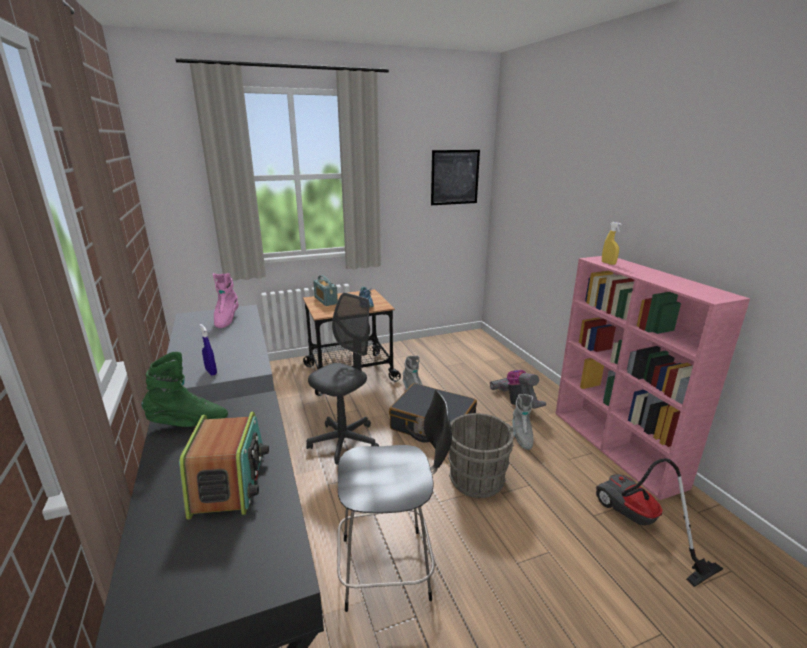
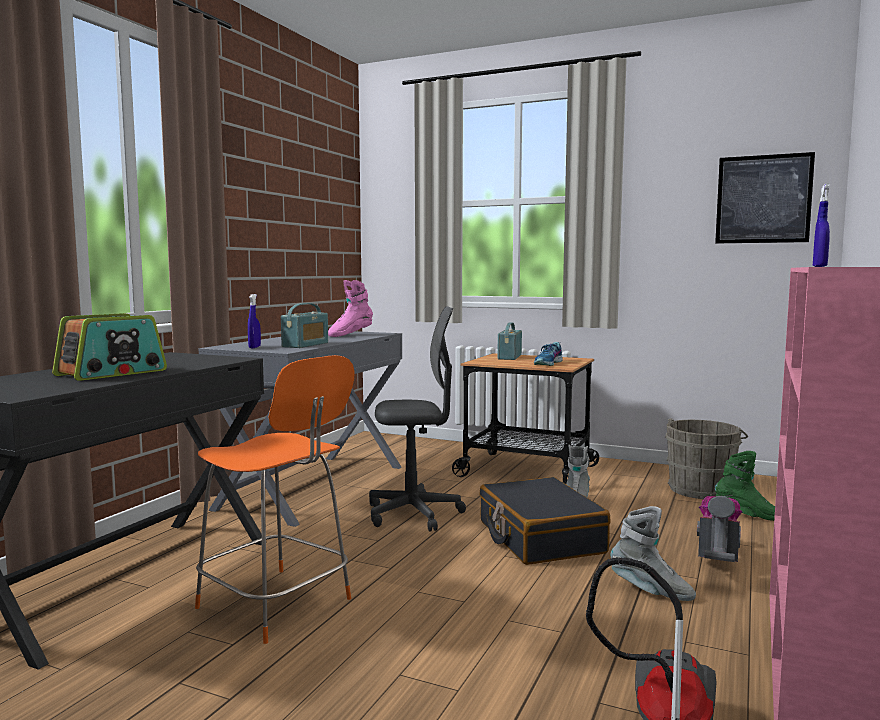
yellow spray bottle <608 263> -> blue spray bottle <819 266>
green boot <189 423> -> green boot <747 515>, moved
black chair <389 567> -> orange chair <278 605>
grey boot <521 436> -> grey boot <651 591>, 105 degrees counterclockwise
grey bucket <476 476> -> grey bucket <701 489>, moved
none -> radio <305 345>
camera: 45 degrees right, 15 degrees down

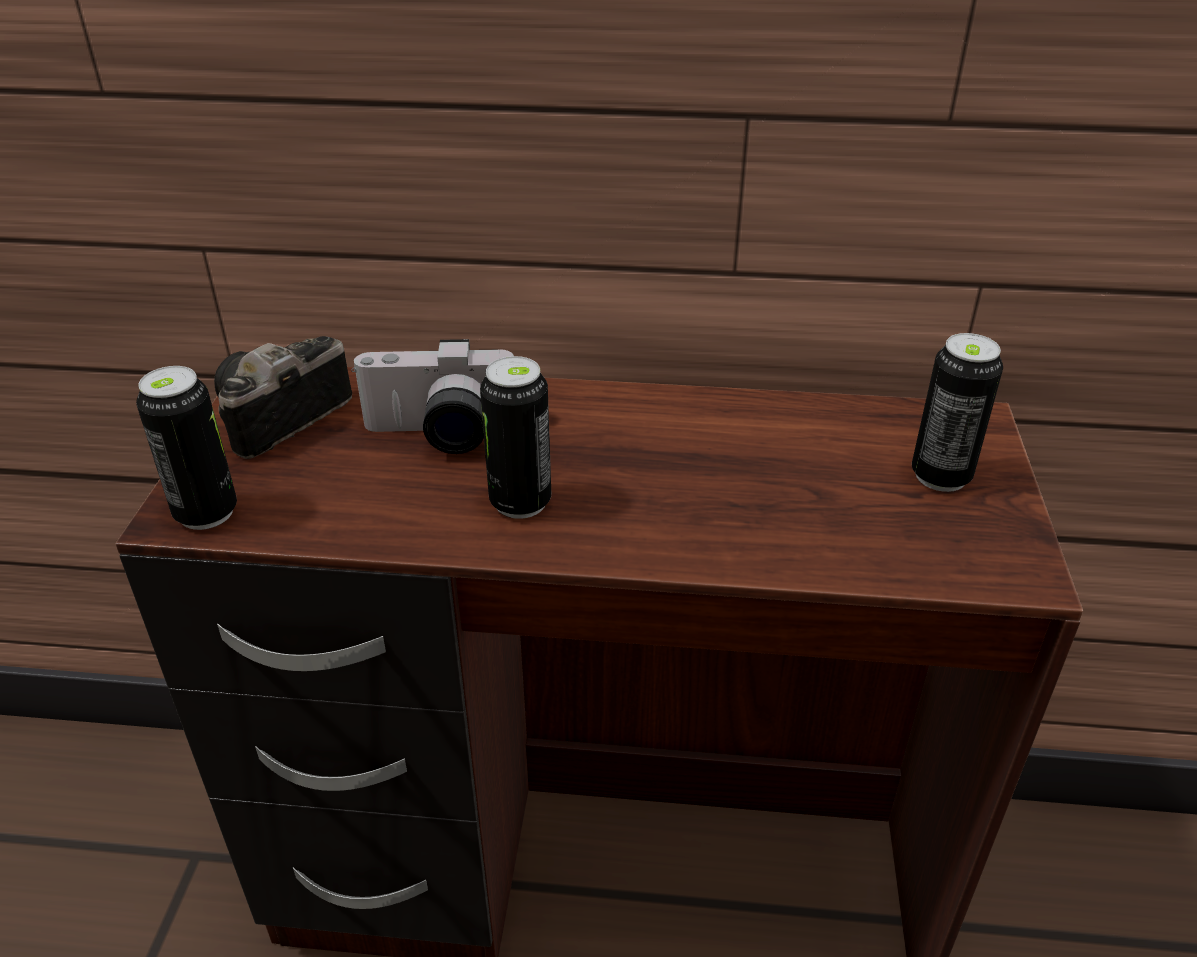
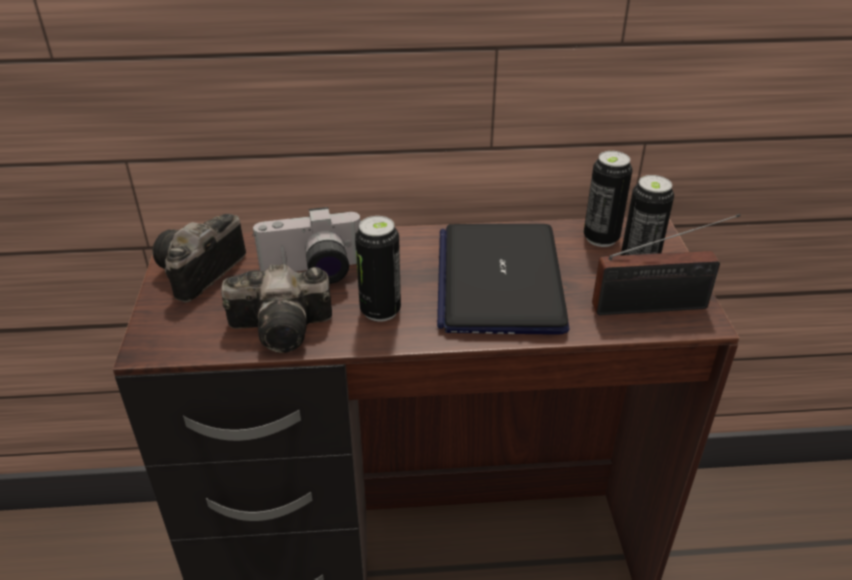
can <206 513> -> can <601 238>, moved
none -> radio <656 306>
none -> laptop <499 279>
none -> photo camera <286 328>
camera: 10 degrees left, 0 degrees up

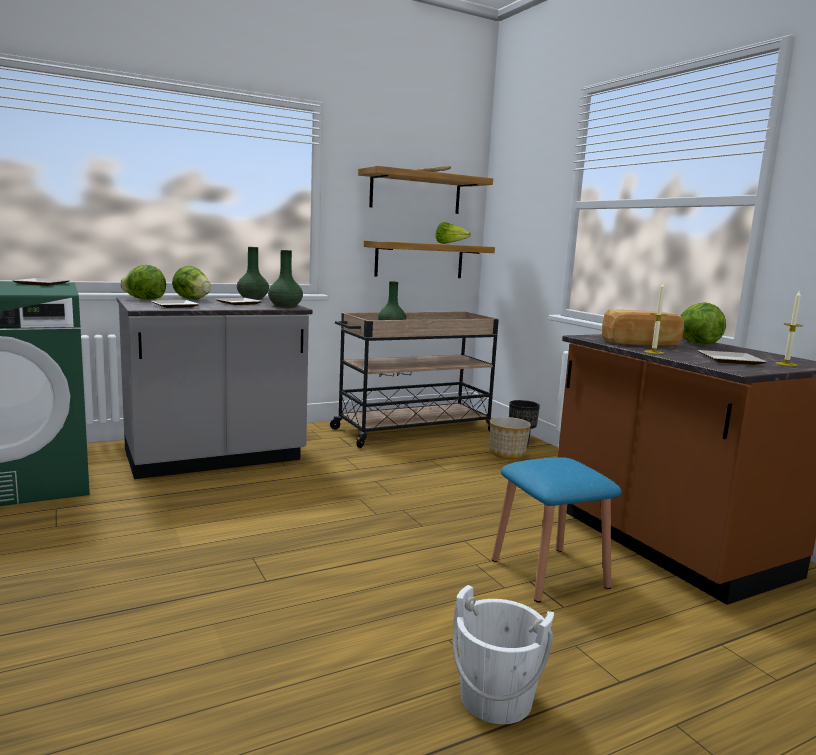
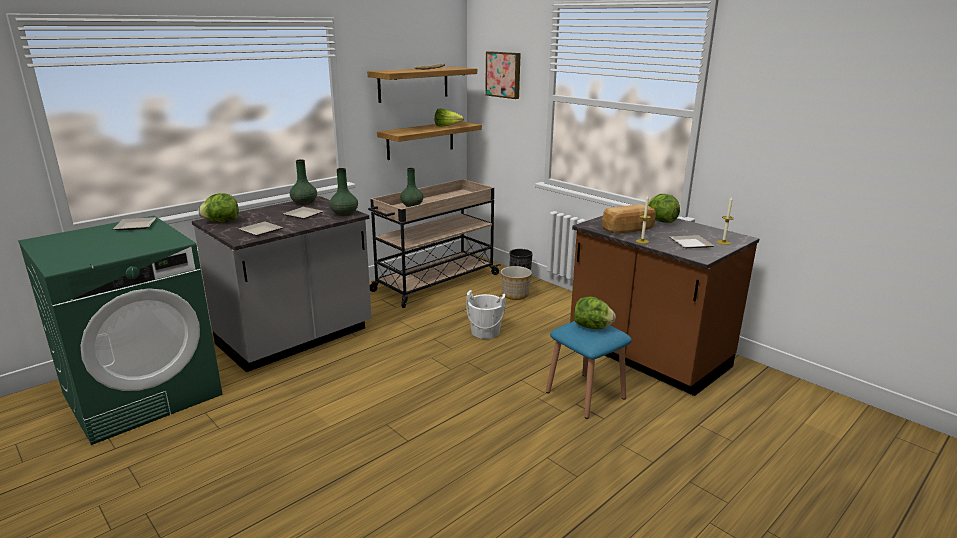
lettuce <192 299> -> lettuce <592 327>, moved
white bucket <496 699> -> white bucket <485 332>, moved
none -> picture <504 74>
camera: 15 degrees left, 10 degrees up

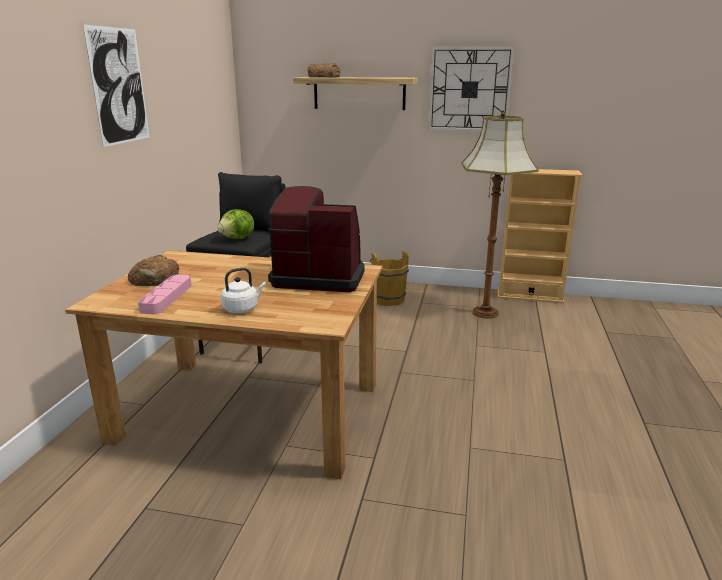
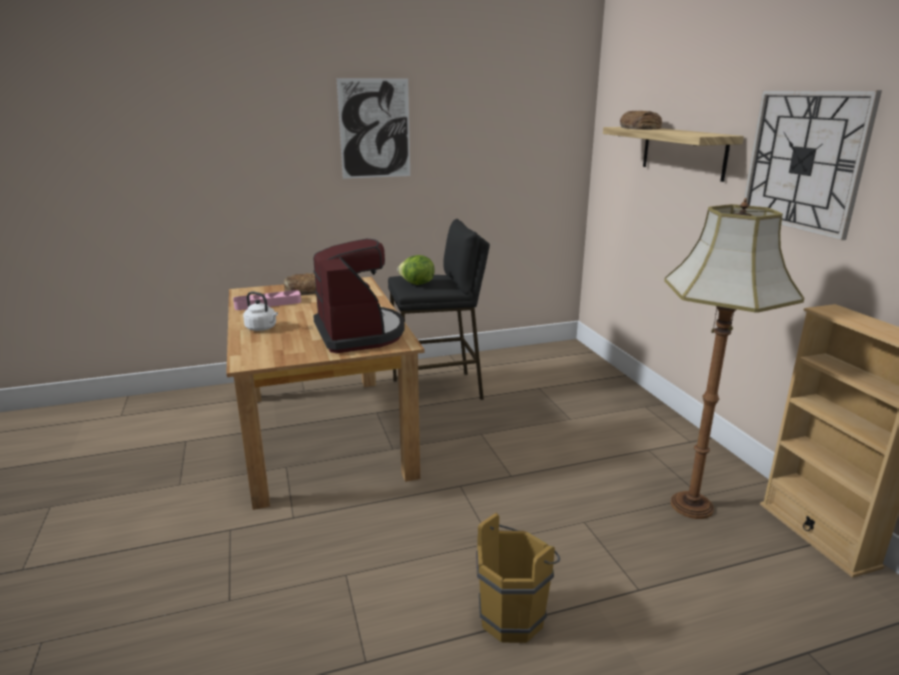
brown bucket <388 299> -> brown bucket <515 615>, moved
camera: 60 degrees right, 0 degrees up

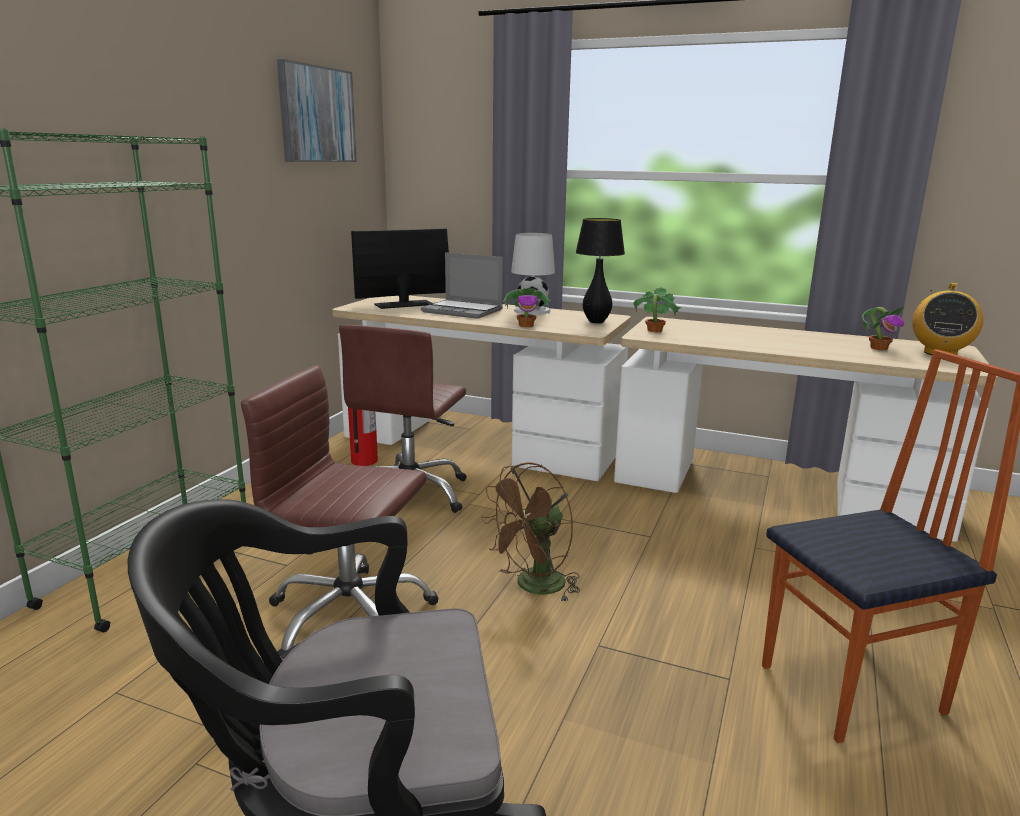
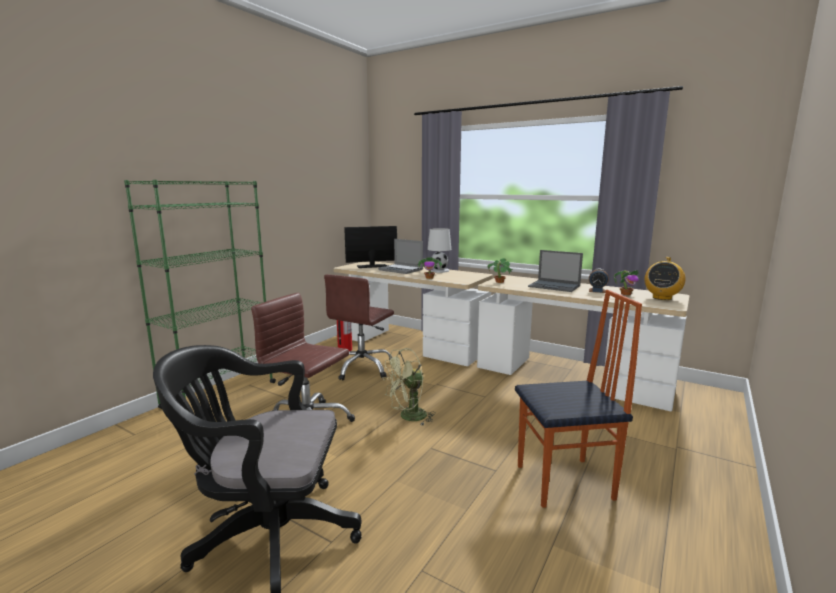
picture <316 114> -> none
black table lamp <596 322> -> none
brown fan <533 587> -> green fan <408 417>
none -> laptop <554 286>
none -> alarm clock <597 291>
camera: 10 degrees right, 5 degrees down

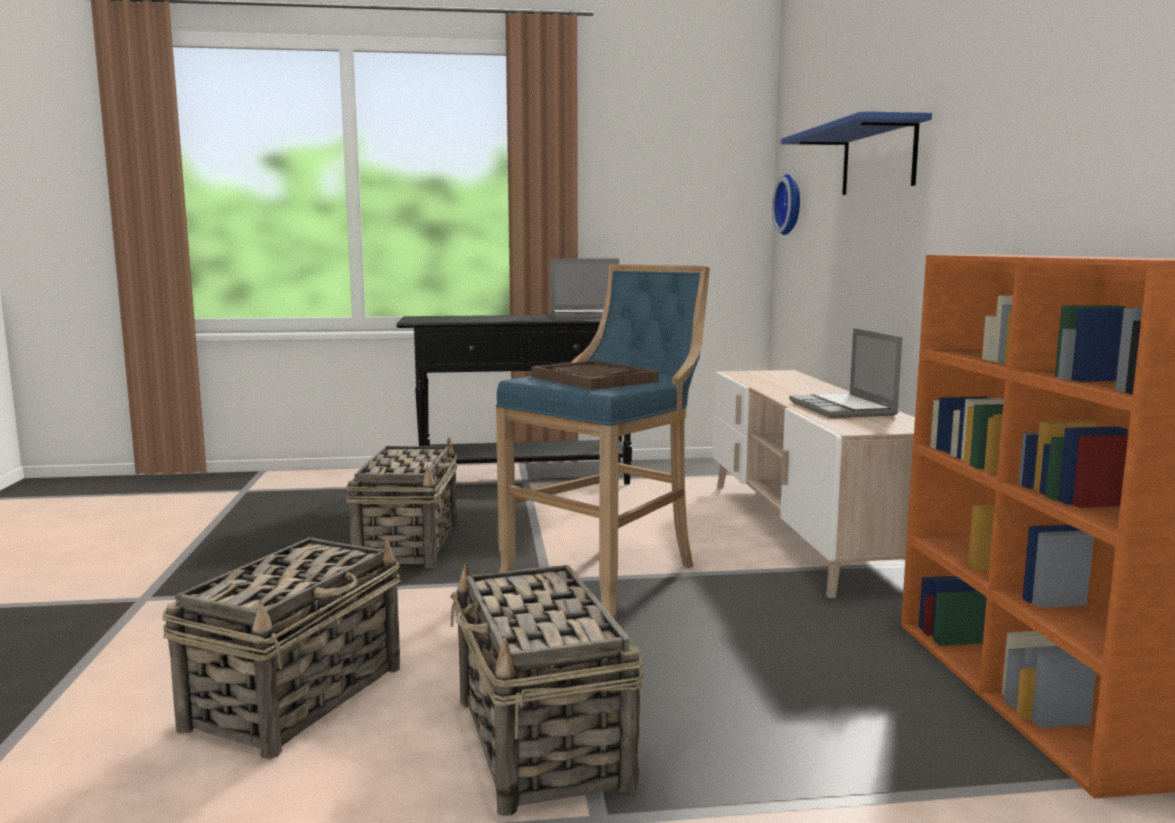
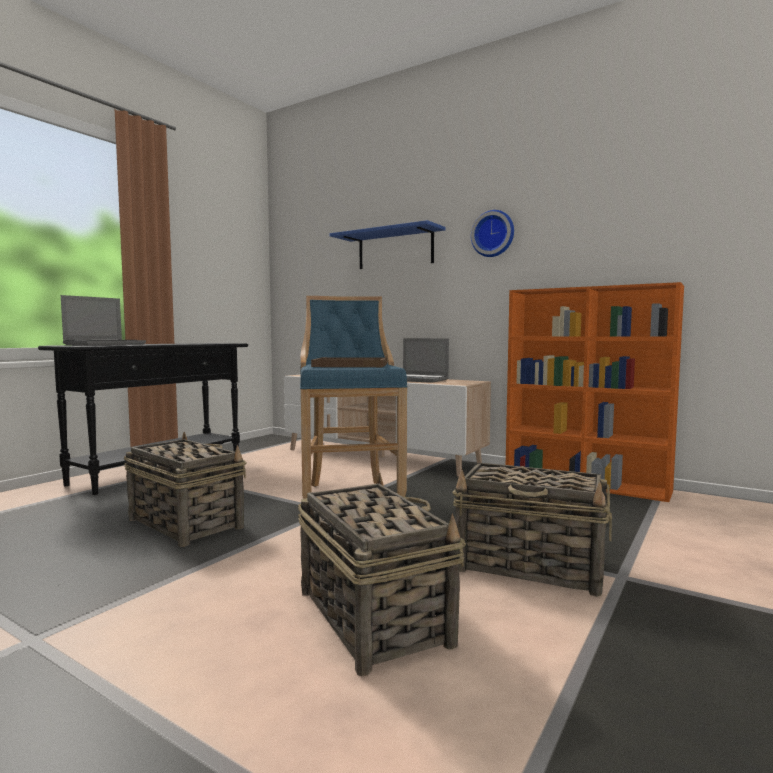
wall clock <791 204> -> wall clock <493 234>, moved
laptop <588 316> -> laptop <105 344>, moved
camera: 50 degrees left, 5 degrees down

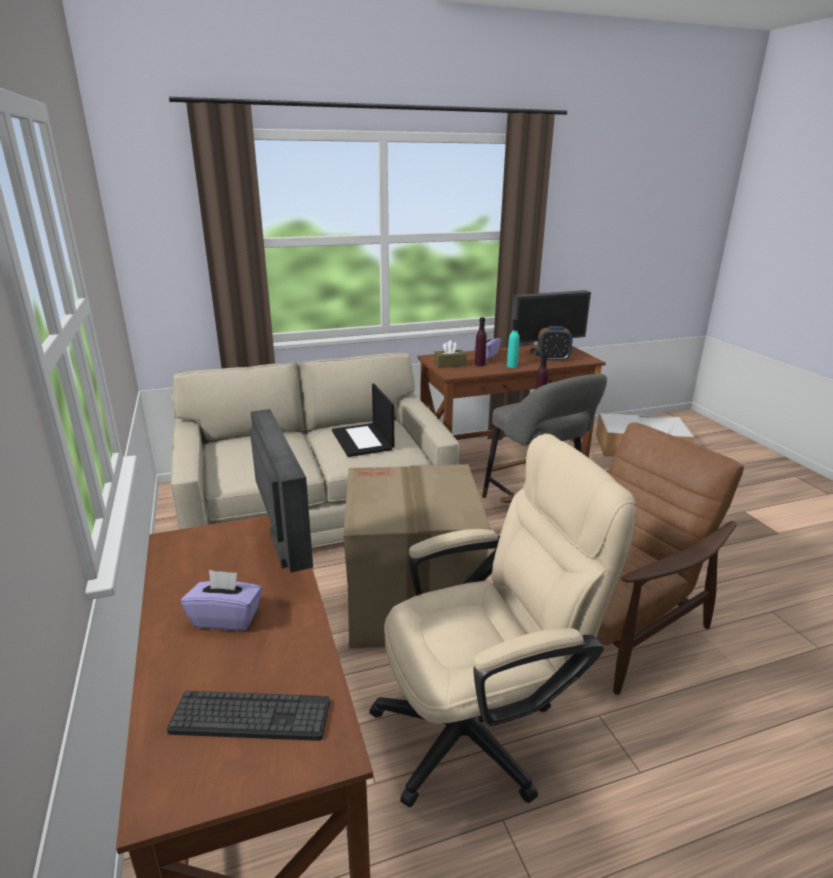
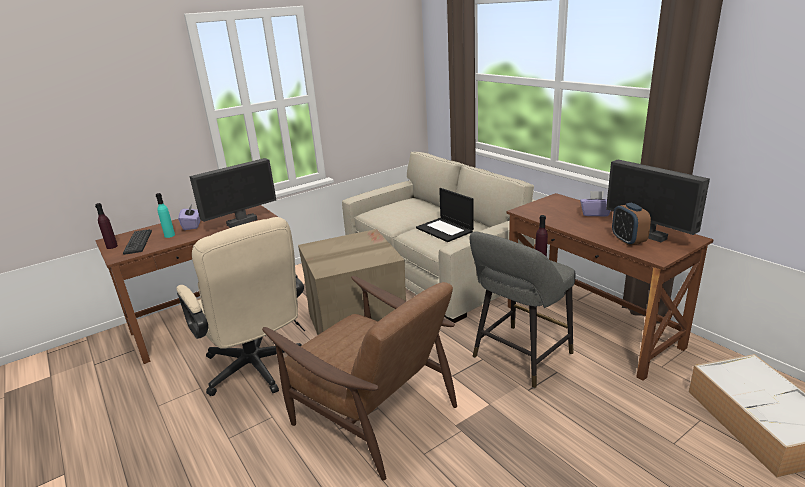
purple bottle <479 364> -> purple bottle <112 246>, moved
turquoise bottle <512 366> -> turquoise bottle <169 235>, moved
brown tissue box <450 364> -> none
laptop <363 440> -> laptop <445 230>, 90 degrees counterclockwise
camera: 75 degrees right, 0 degrees up

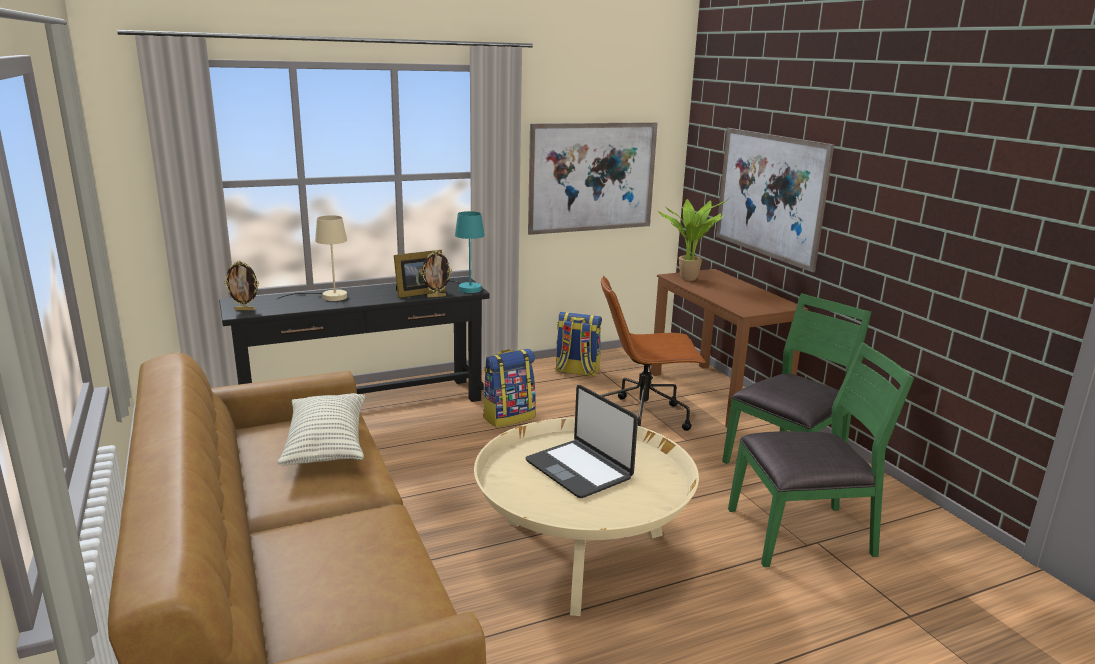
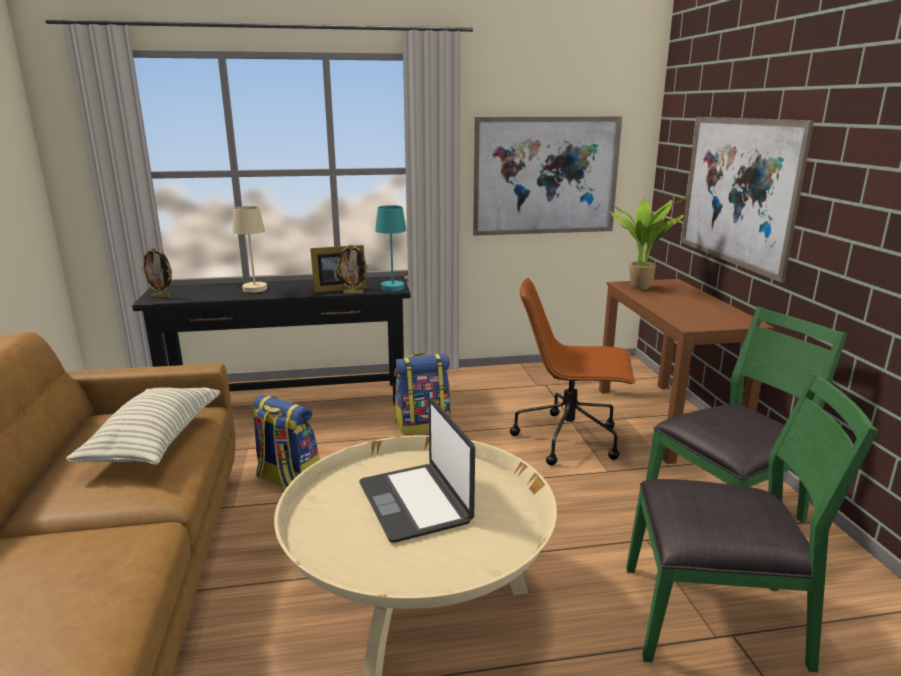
backpack <576 371> -> backpack <287 480>, moved
camera: 15 degrees right, 0 degrees up

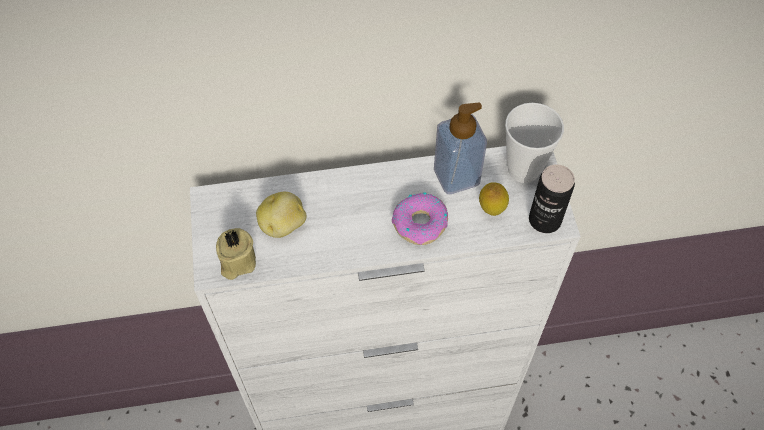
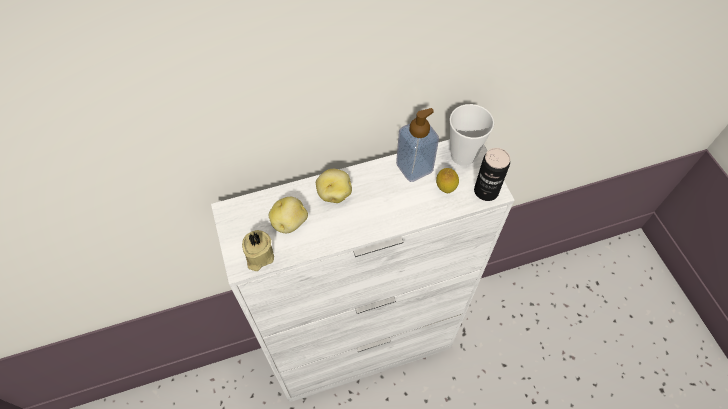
donut <420 223> -> none
none -> potato <334 193>
camera: 10 degrees left, 0 degrees up

